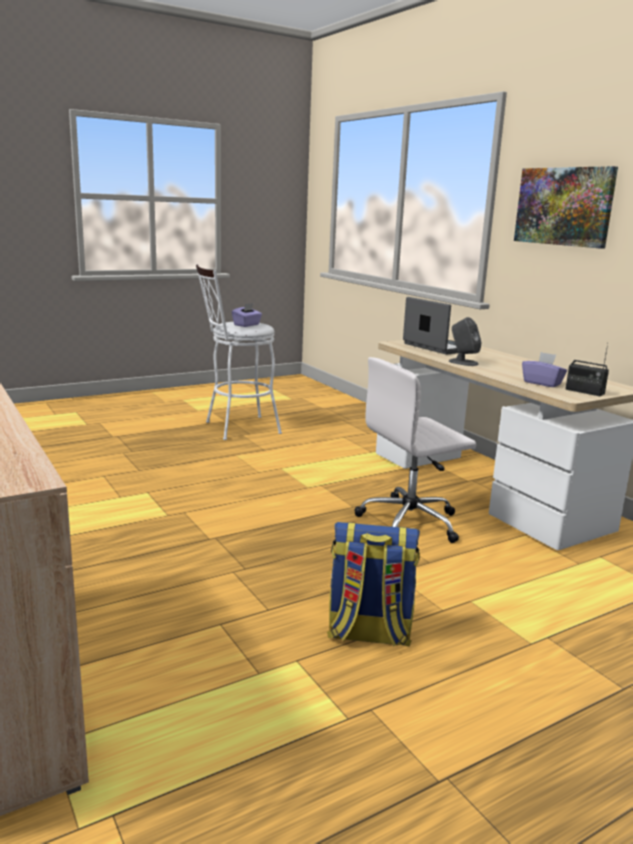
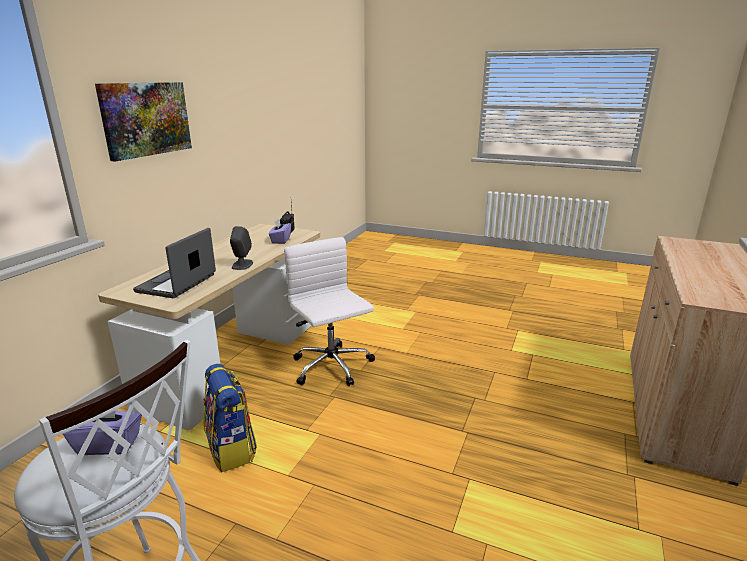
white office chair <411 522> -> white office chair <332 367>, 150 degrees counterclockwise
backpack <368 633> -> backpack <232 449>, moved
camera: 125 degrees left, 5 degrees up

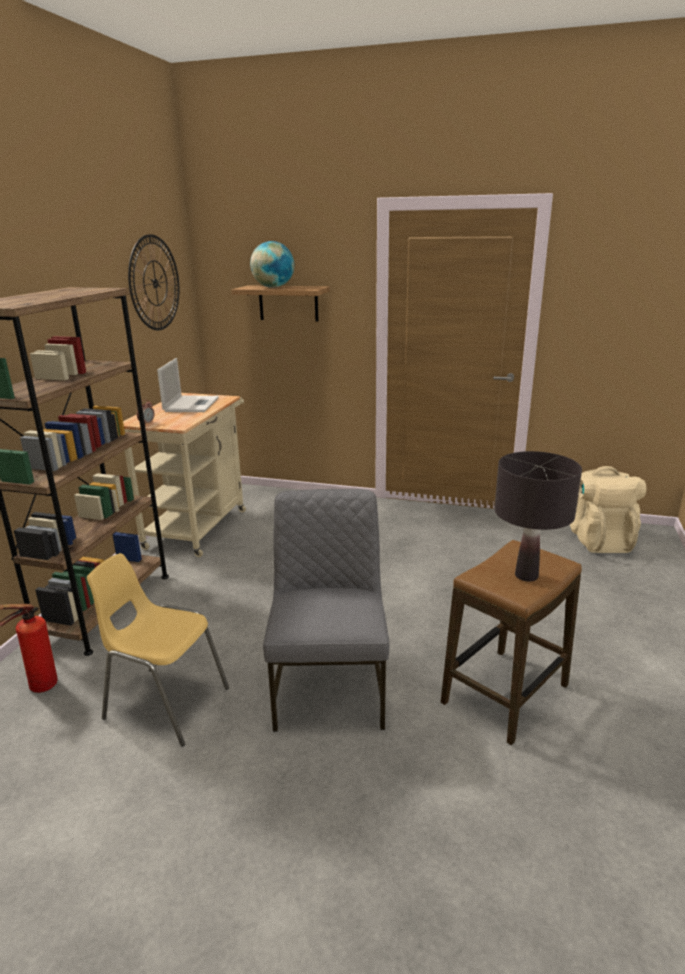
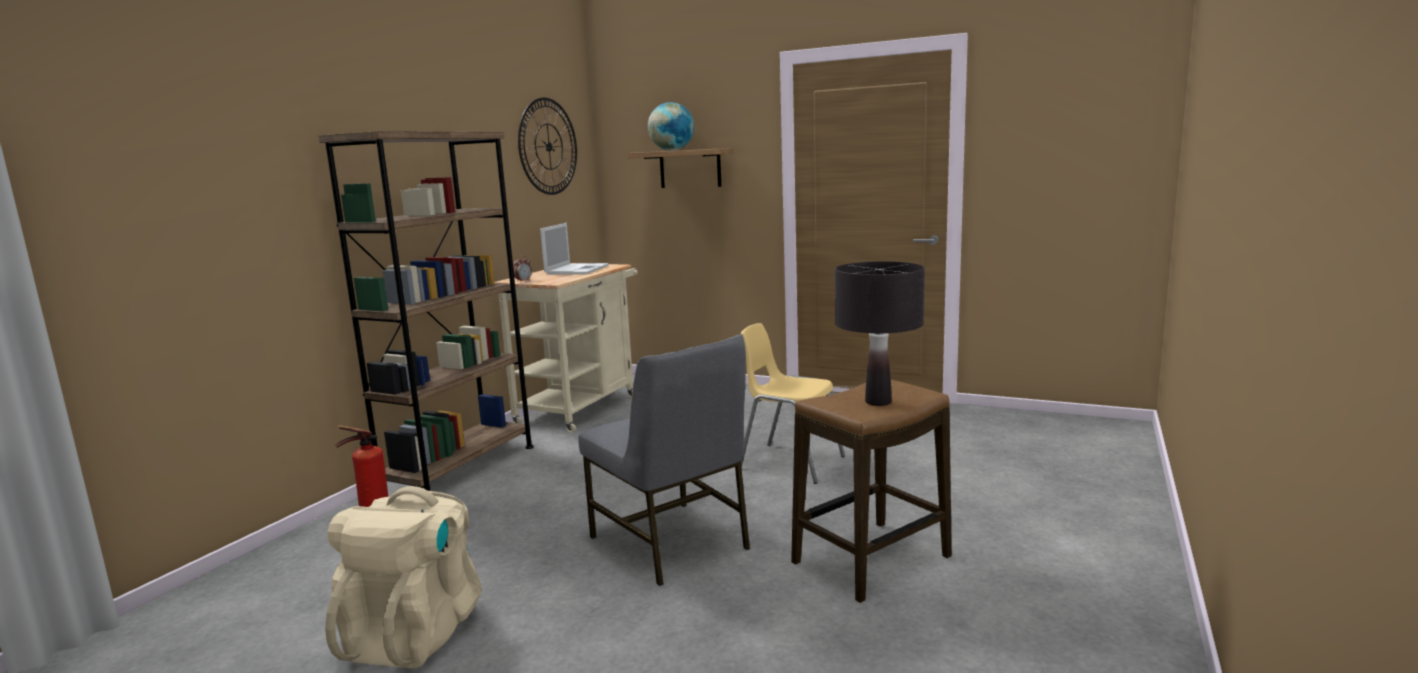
beige backpack <599 539> -> beige backpack <416 632>, moved
grey chair <330 687> -> grey chair <671 543>, 135 degrees clockwise
yellow chair <165 703> -> yellow chair <790 462>, moved
camera: 10 degrees right, 10 degrees down

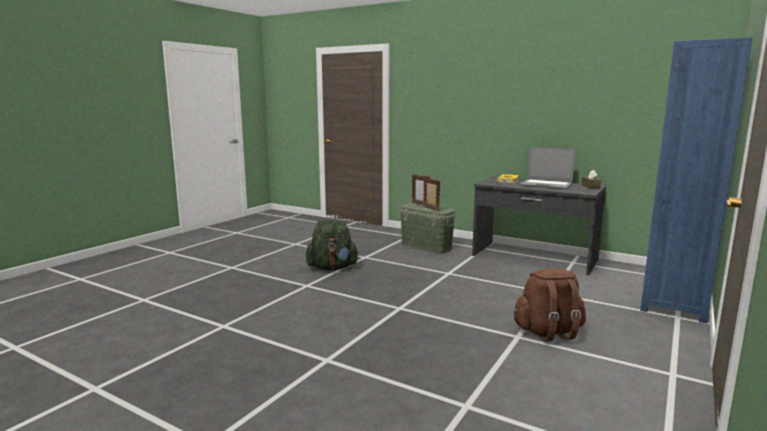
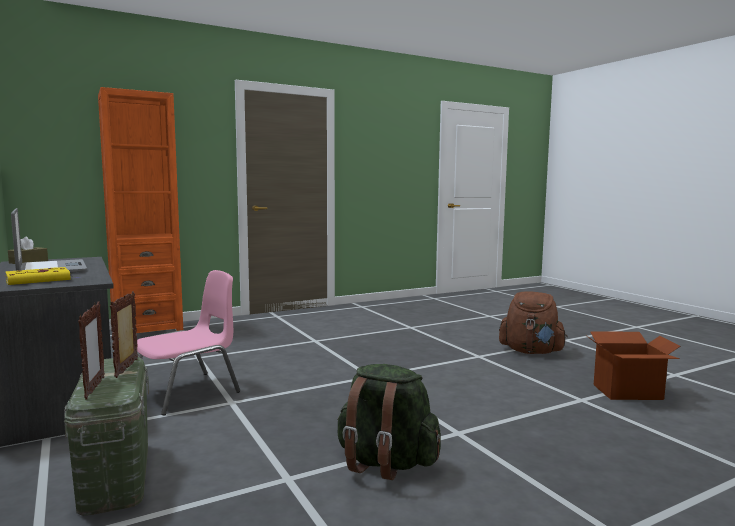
blue bookcase <674 305> -> orange bookcase <147 332>
brown backpack <548 332> -> brown backpack <531 351>, moved
none -> pink chair <188 392>
none -> cardboard box <628 392>
camera: 150 degrees left, 5 degrees down

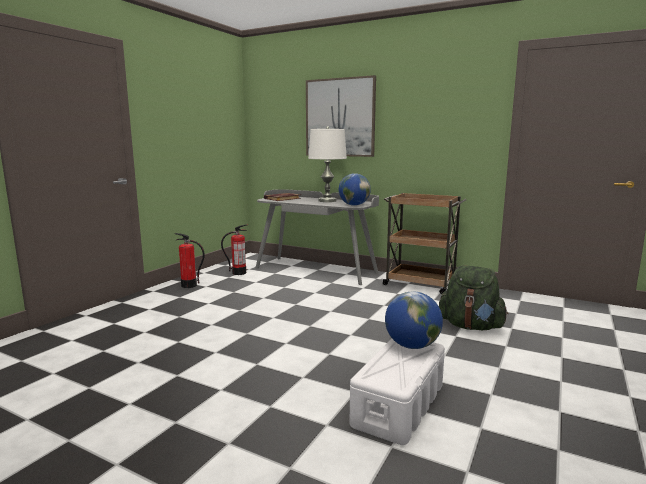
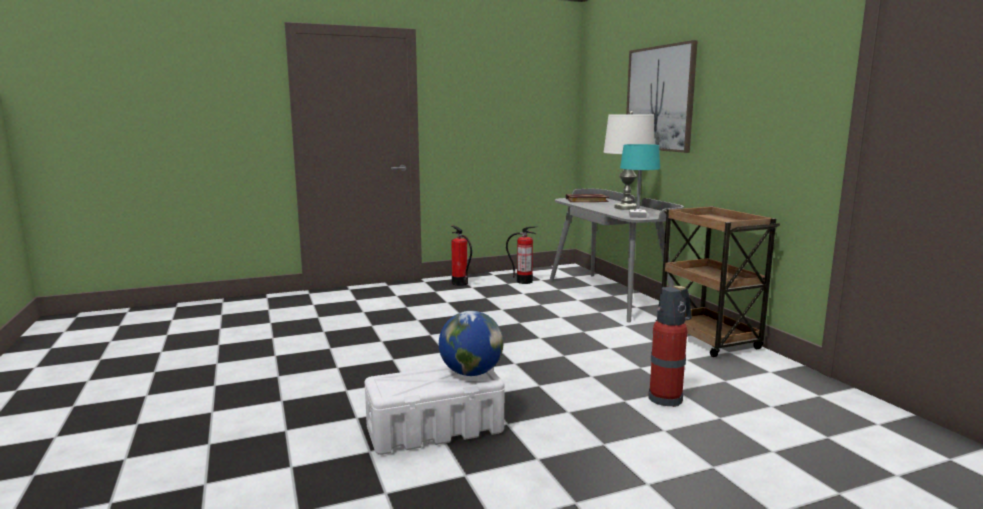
globe <354 205> -> turquoise table lamp <637 216>
green backpack <471 326> -> fire extinguisher <667 398>
camera: 40 degrees right, 0 degrees up

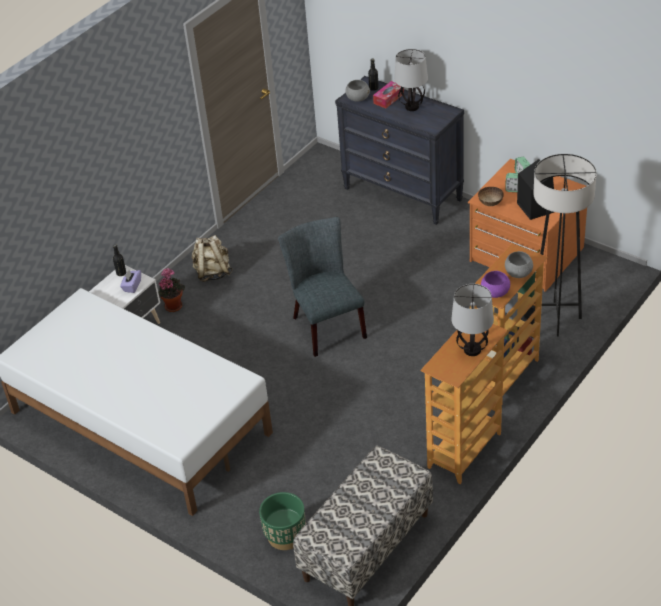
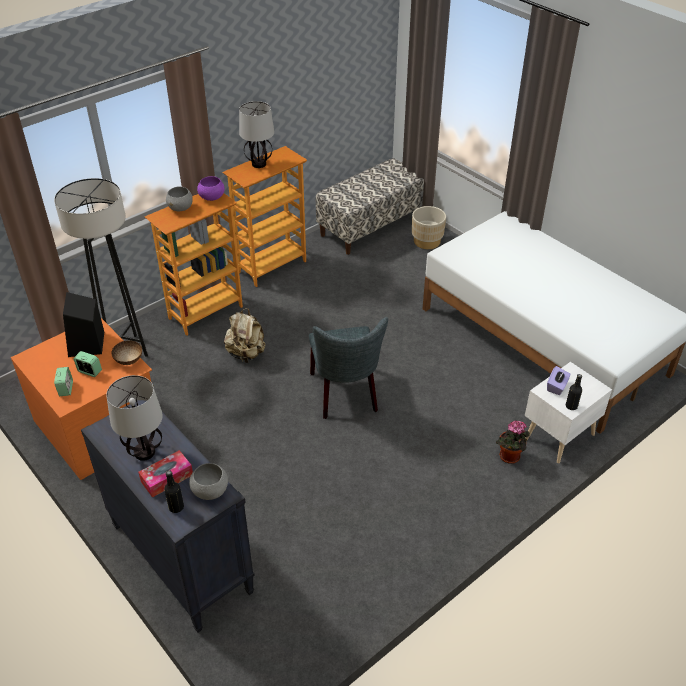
beige backpack <212 273> -> beige backpack <246 353>, moved
green planter <285 536> -> beige planter <427 241>
camera: 170 degrees left, 0 degrees up

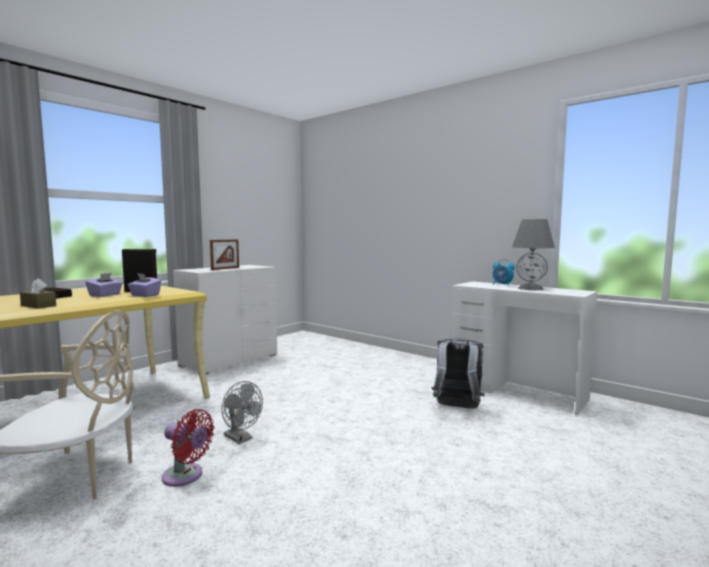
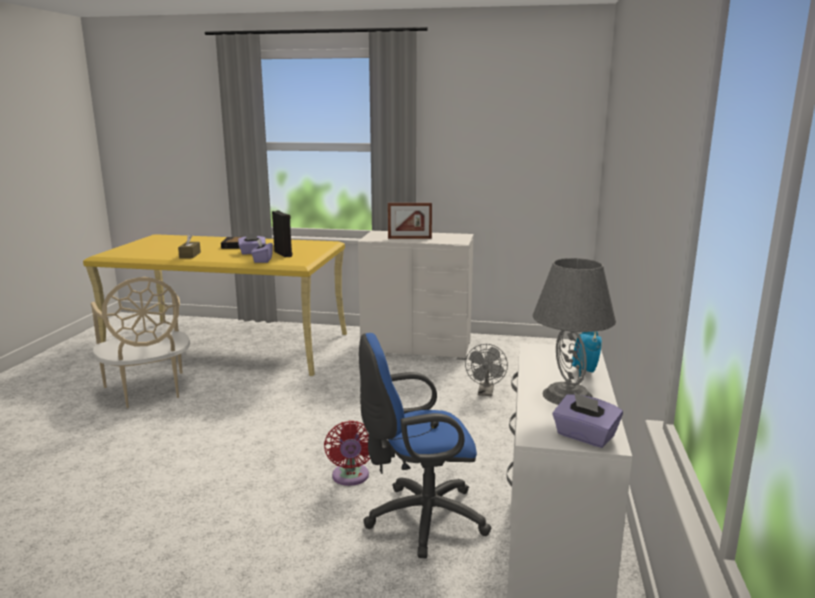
grey backpack <457 408> -> blue office chair <419 519>
grey fan <241 439> -> grey fan <486 393>, moved
red fan <186 476> -> red fan <350 477>, moved
none -> purple tissue box <584 436>
camera: 60 degrees right, 10 degrees up

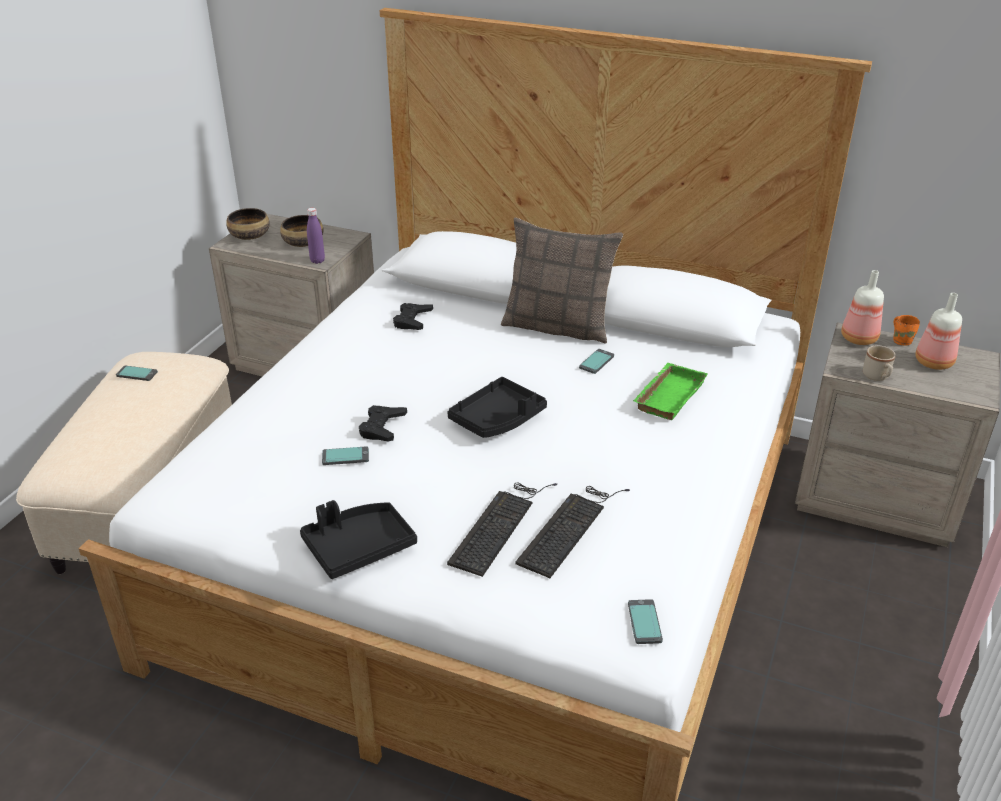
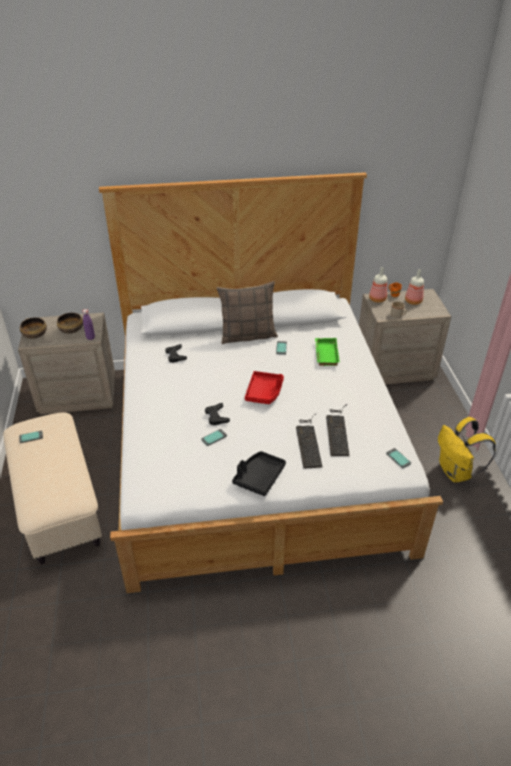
black tray <498 419> -> red tray <264 392>
none -> yellow backpack <456 472>
camera: 30 degrees left, 5 degrees up

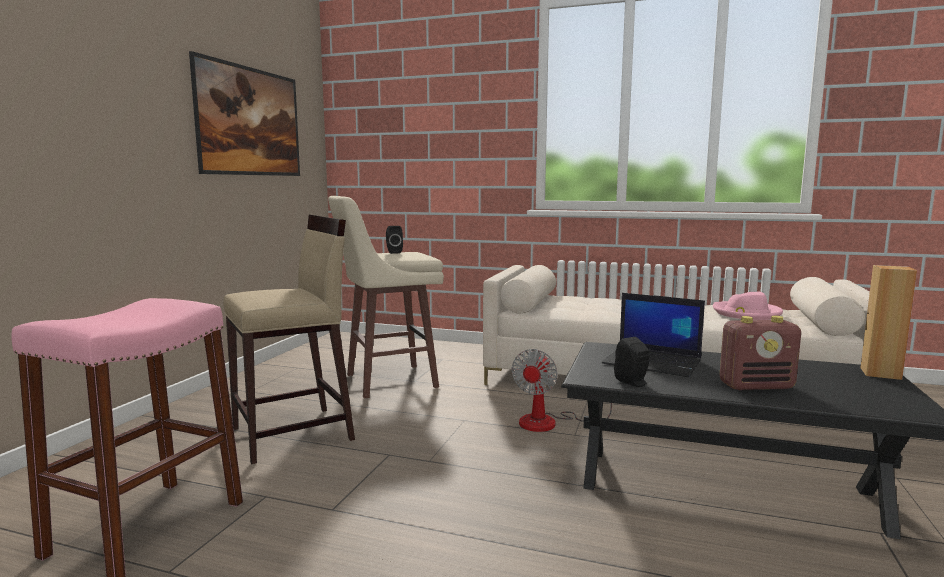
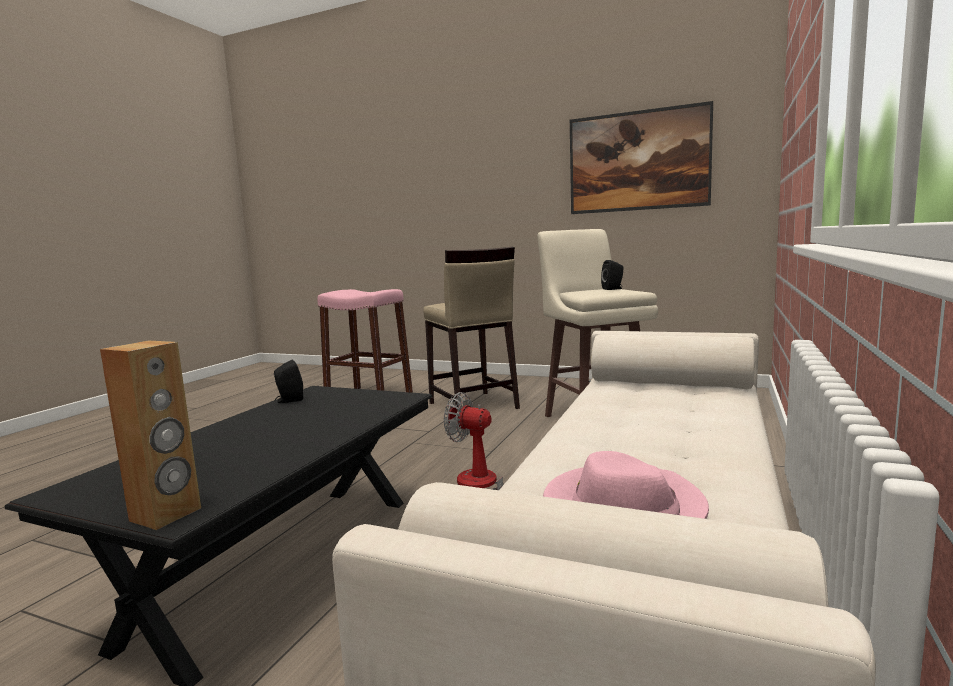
laptop <653 362> -> none
radio <757 386> -> none
camera: 95 degrees right, 0 degrees up

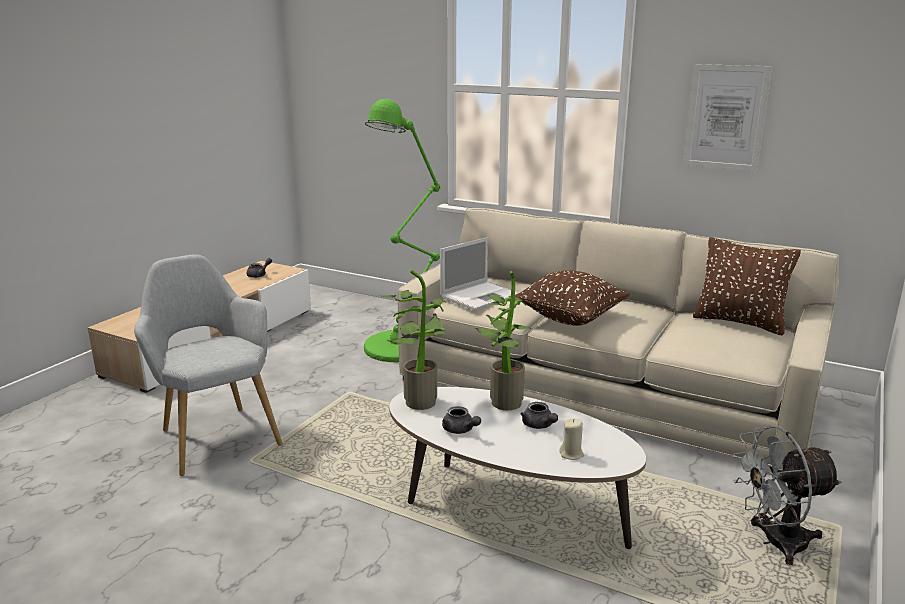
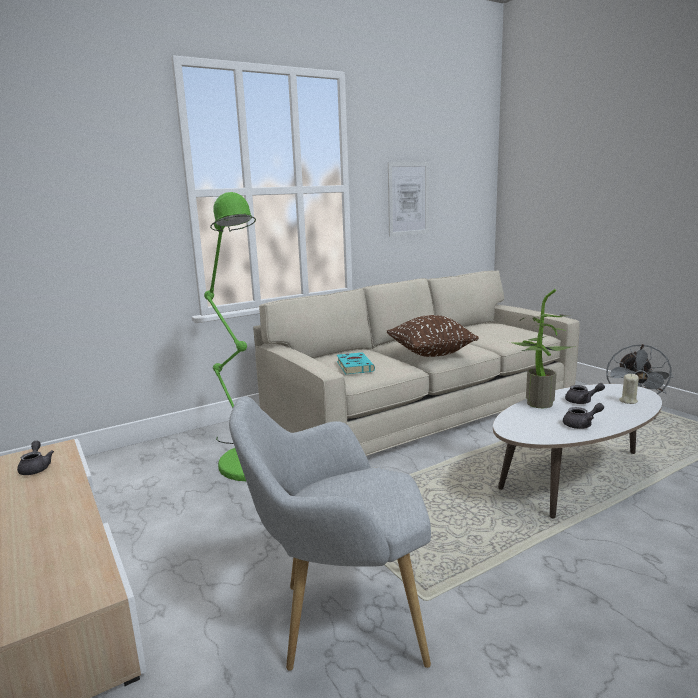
laptop <481 296> -> turquoise book <354 366>
brown pillow <739 322> -> none
potted plant <419 400> -> none
camera: 60 degrees left, 5 degrees down

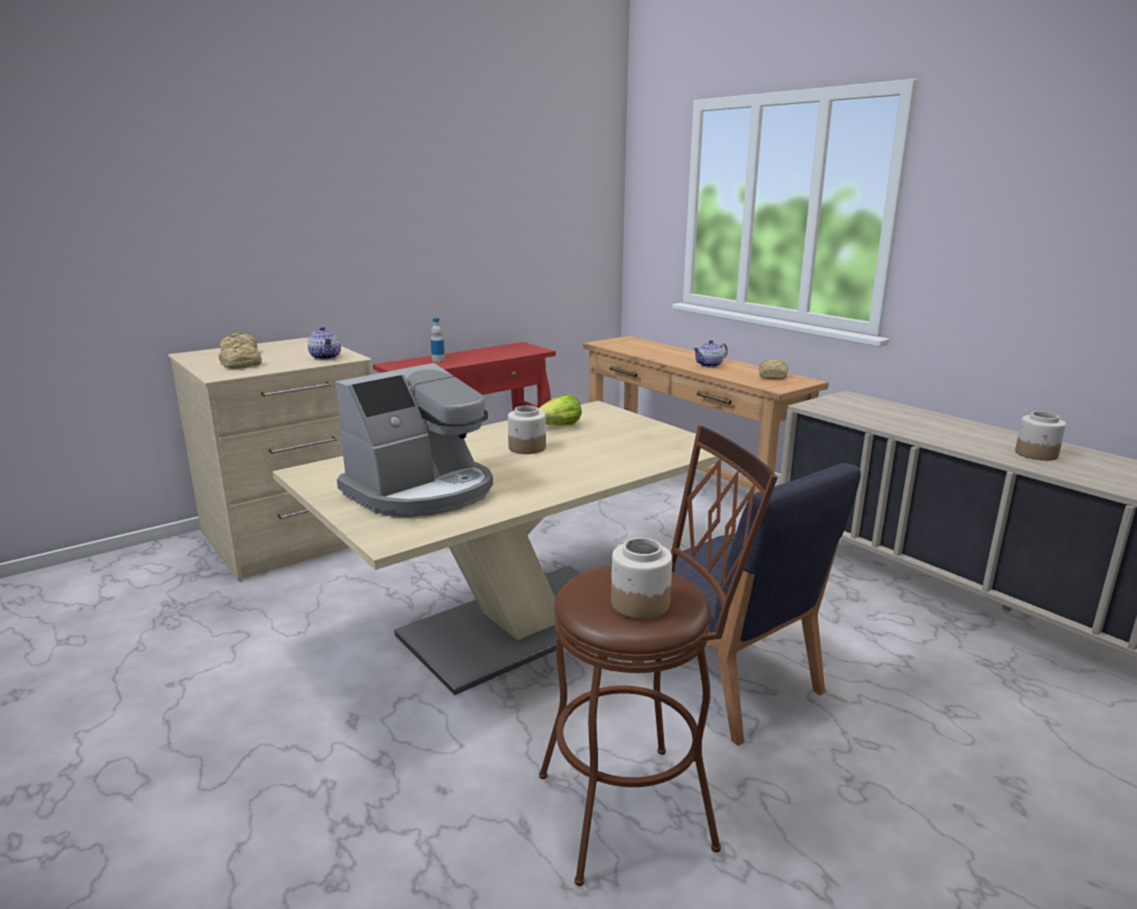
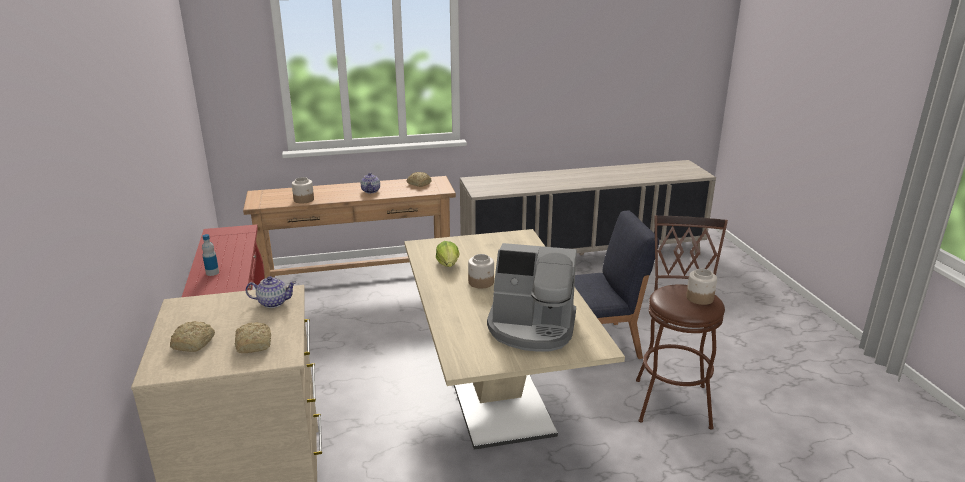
coffee machine <421 491> -> coffee machine <532 328>, 120 degrees clockwise
jar <1036 454> -> jar <304 200>, moved
camera: 65 degrees left, 5 degrees up

